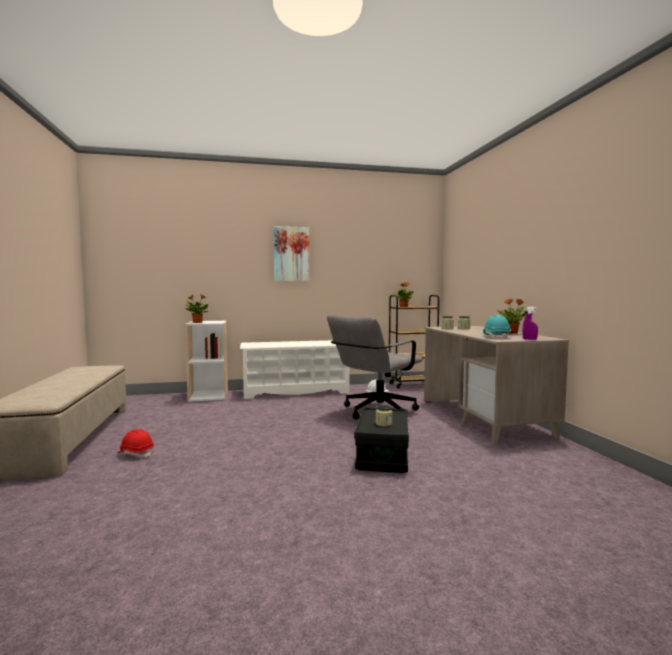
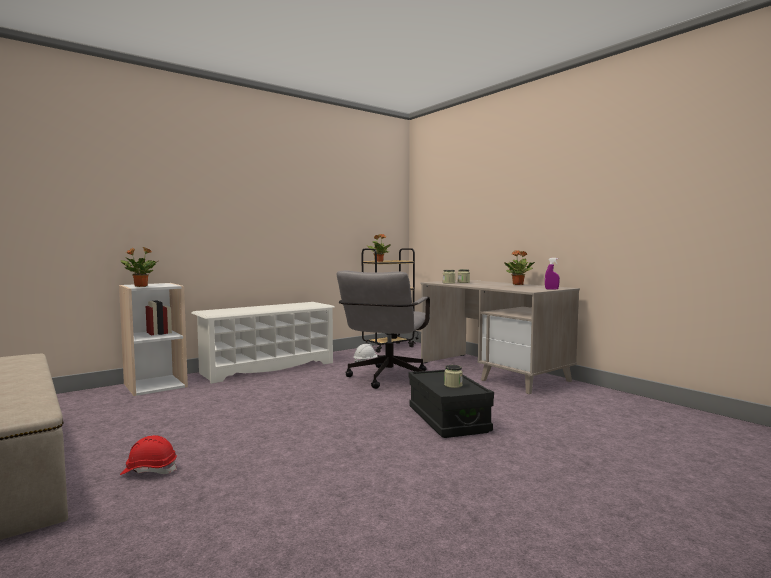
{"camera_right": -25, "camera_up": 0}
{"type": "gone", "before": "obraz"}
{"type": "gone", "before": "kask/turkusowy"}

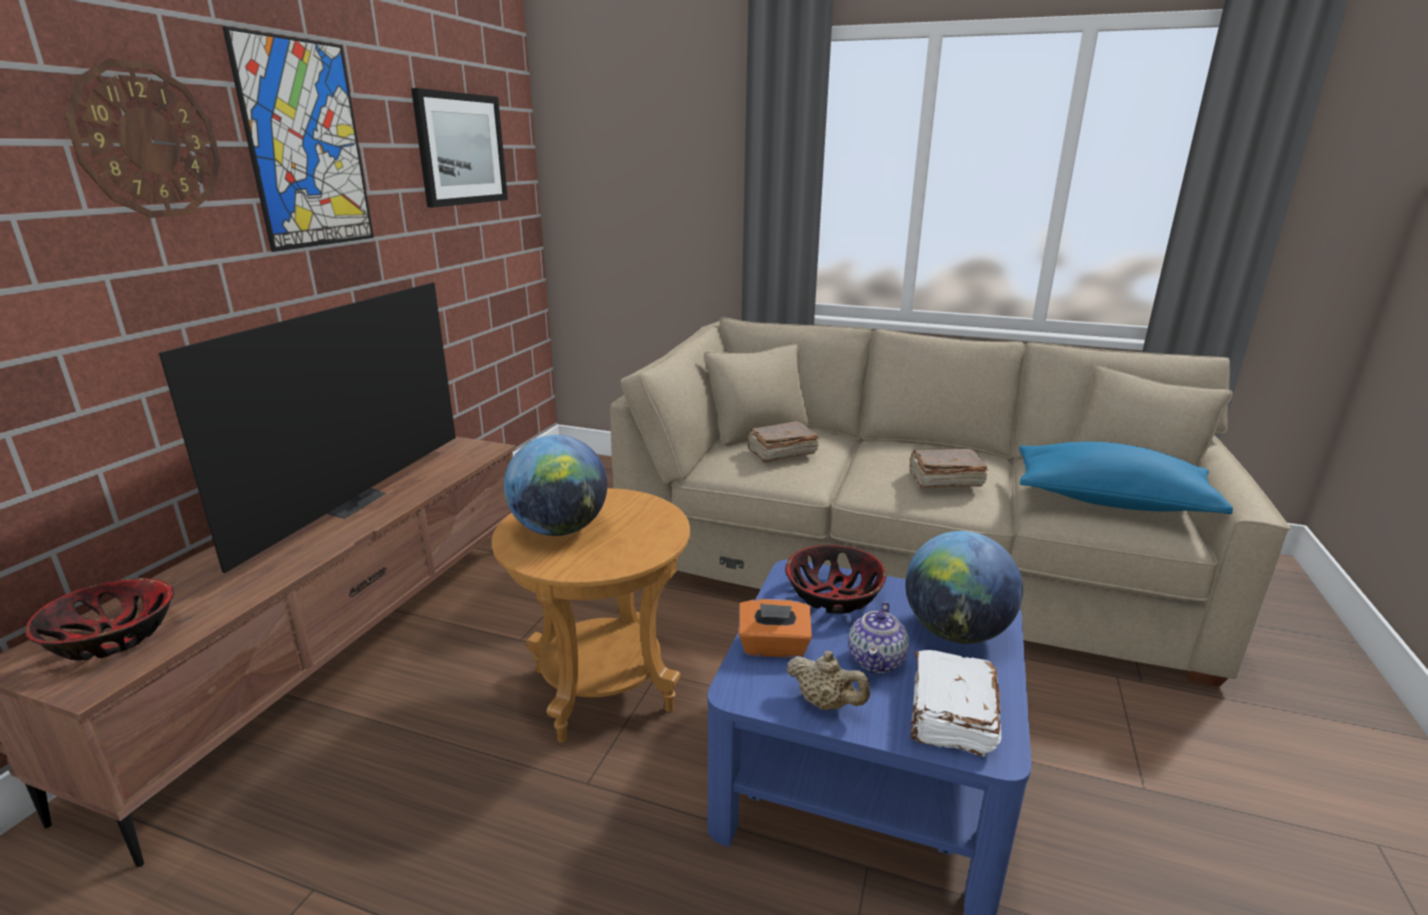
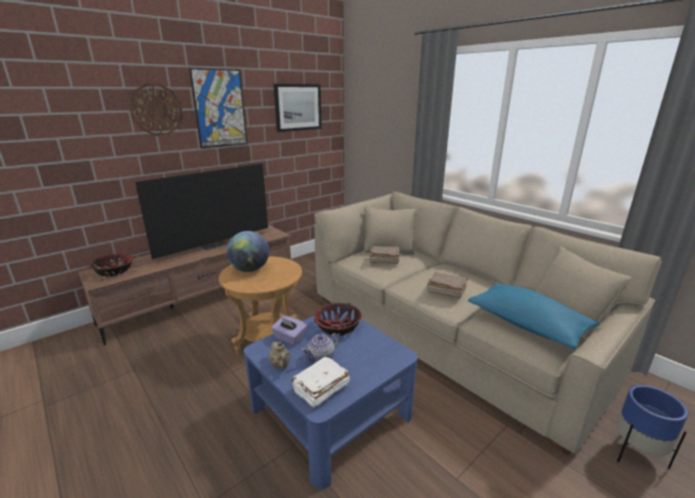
{"camera_right": 30, "camera_up": 0}
{"type": "gone", "before": "globus (no. 2 from left)"}
{"type": "repainted", "before": "pudełko chusteczek/pomarańczowy", "after": "pudełko chusteczek/fioletowy"}
{"type": "new", "after": "donica/niebieski"}

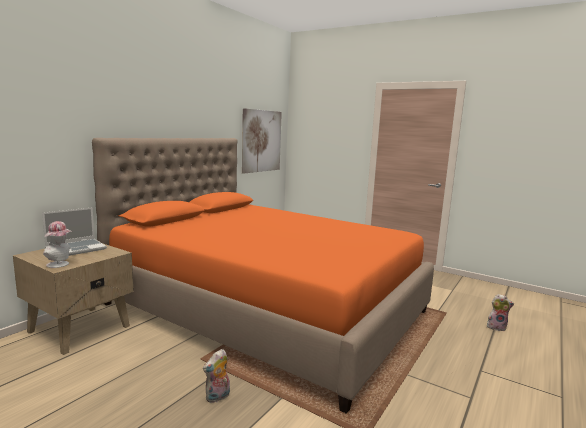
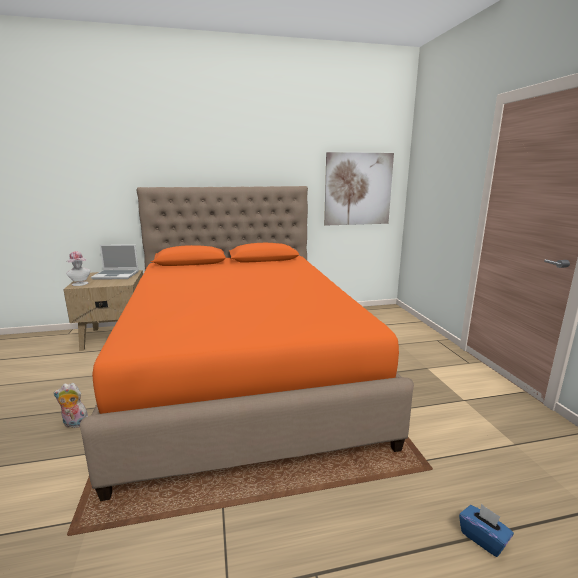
{"camera_right": 45, "camera_up": 5}
{"type": "swapped", "before": "pluszak (no. 2 from left)", "after": "pudełko chusteczek/niebieski"}

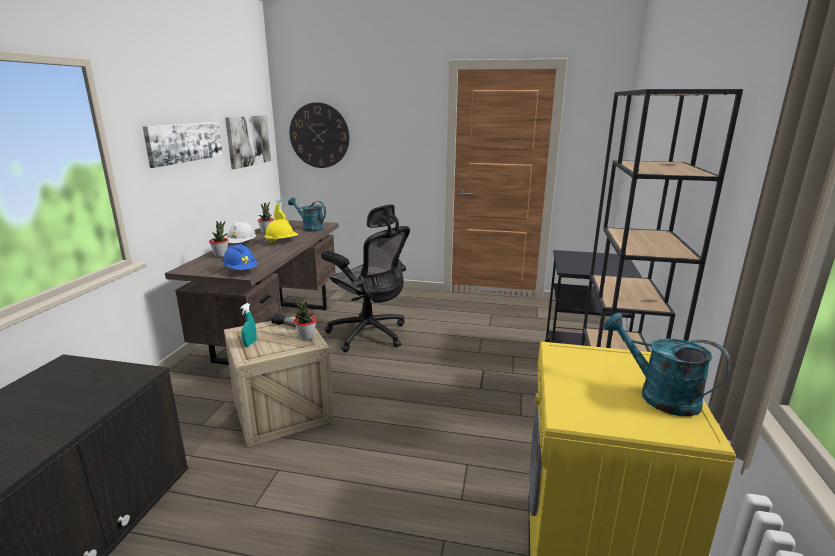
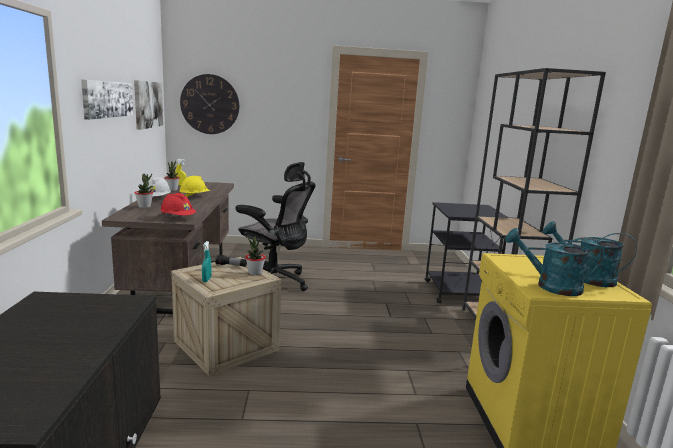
{"camera_right": -15, "camera_up": -5}
{"type": "shifted", "before": "konewka/turkusowy (no. 1 from left)"}
{"type": "repainted", "before": "kask/niebieski", "after": "kask/czerwony"}

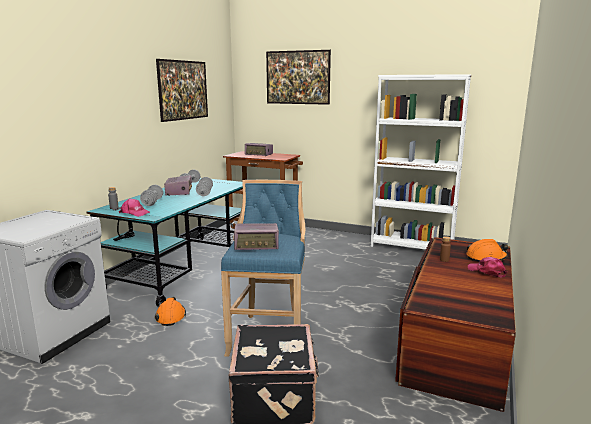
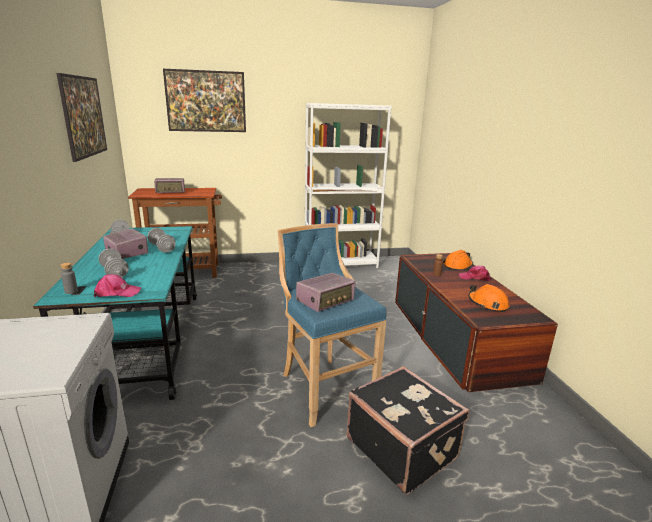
{"camera_right": -35, "camera_up": 5}
{"type": "shifted", "before": "kask/pomarańczowy (no. 1 from left in the first image)", "after": "kask/pomarańczowy (no. 2 from left)"}

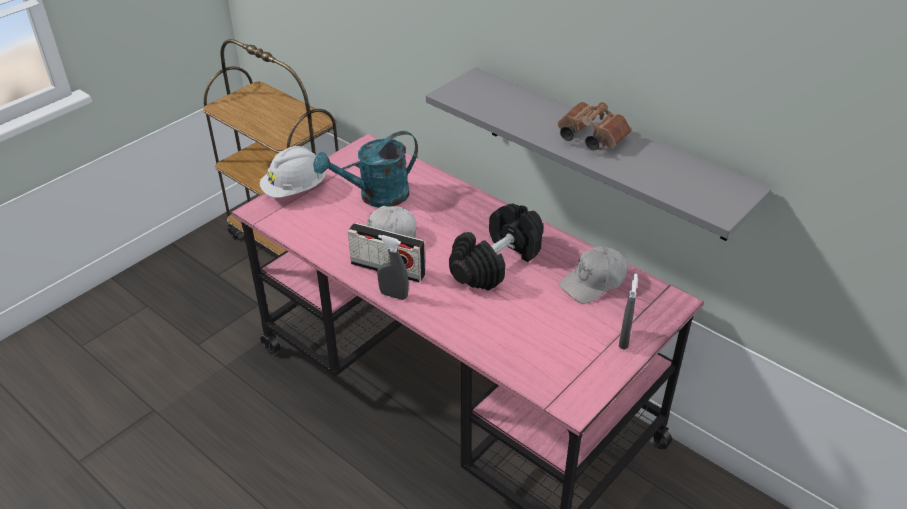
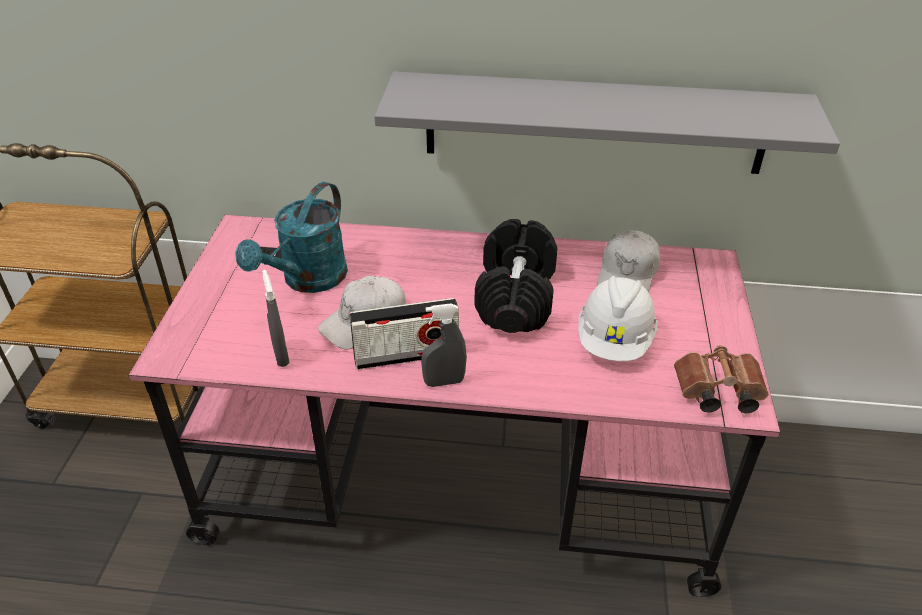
{"camera_right": -35, "camera_up": 0}
{"type": "shifted", "before": "lornetka/brązowy"}
{"type": "shifted", "before": "kask/biały"}
{"type": "shifted", "before": "spryskiwacz/szary (no. 2 from left in the first image)", "after": "spryskiwacz/szary (no. 1 from left)"}

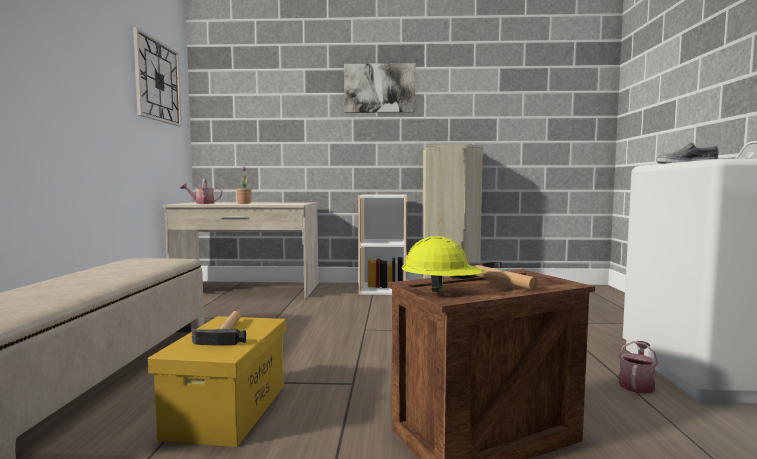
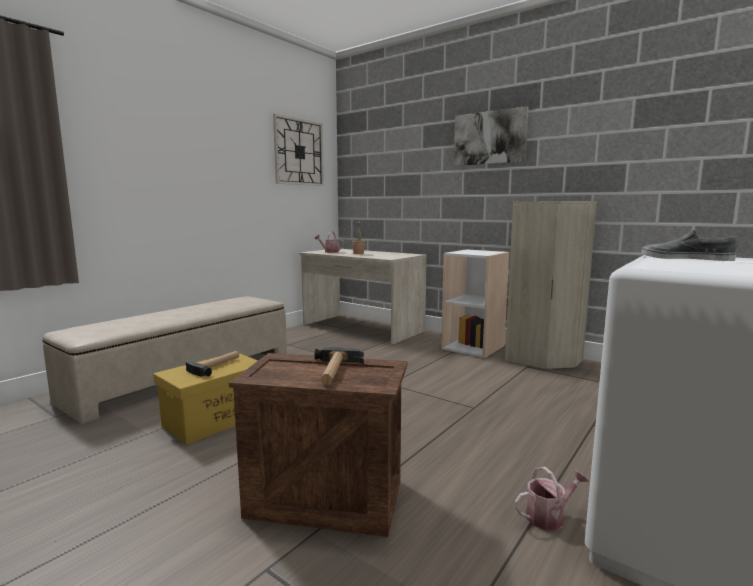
{"camera_right": 35, "camera_up": 5}
{"type": "gone", "before": "kask/żółty"}

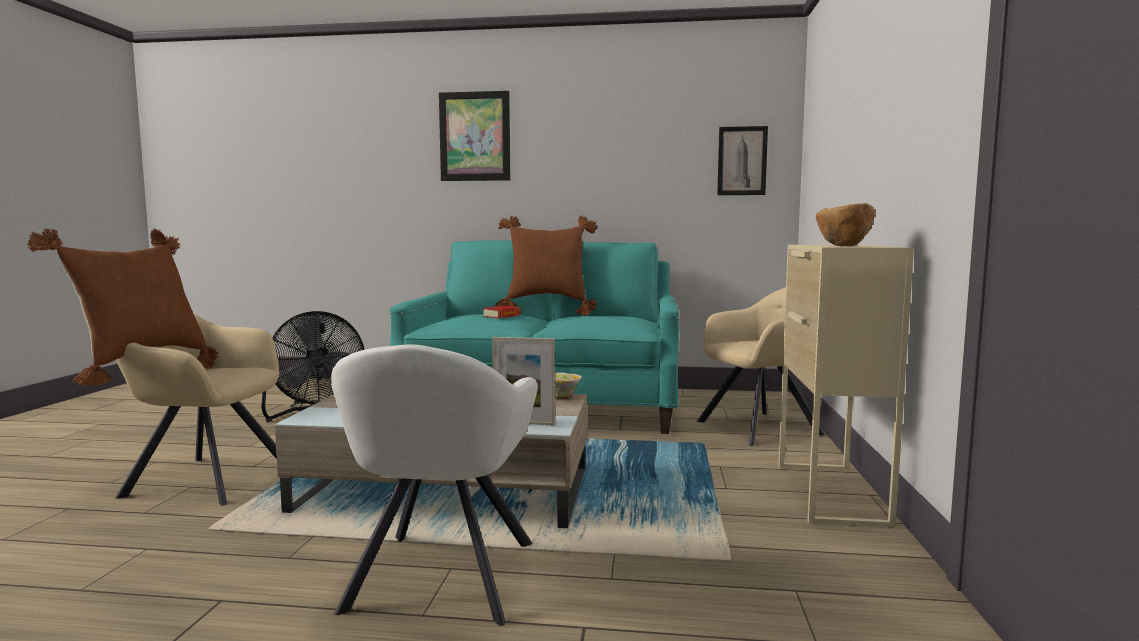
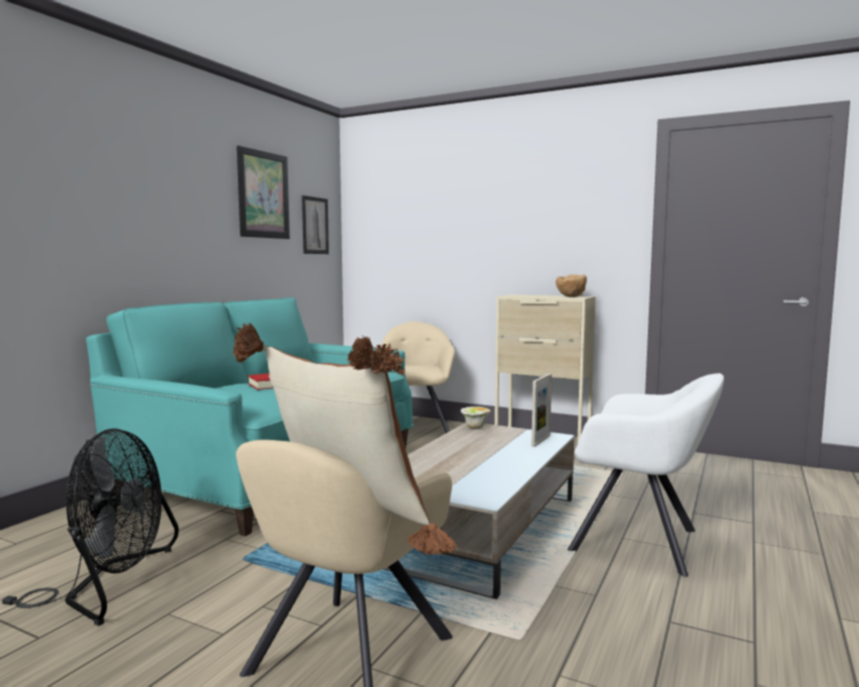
{"camera_right": -70, "camera_up": 0}
{"type": "shifted", "before": "obraz (no. 1 from left)"}
{"type": "gone", "before": "poduszka/brązowy (no. 2 from left)"}

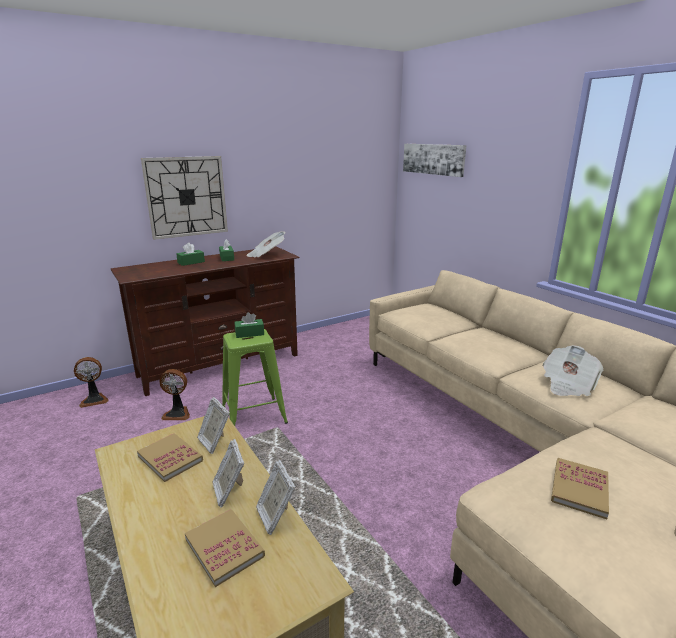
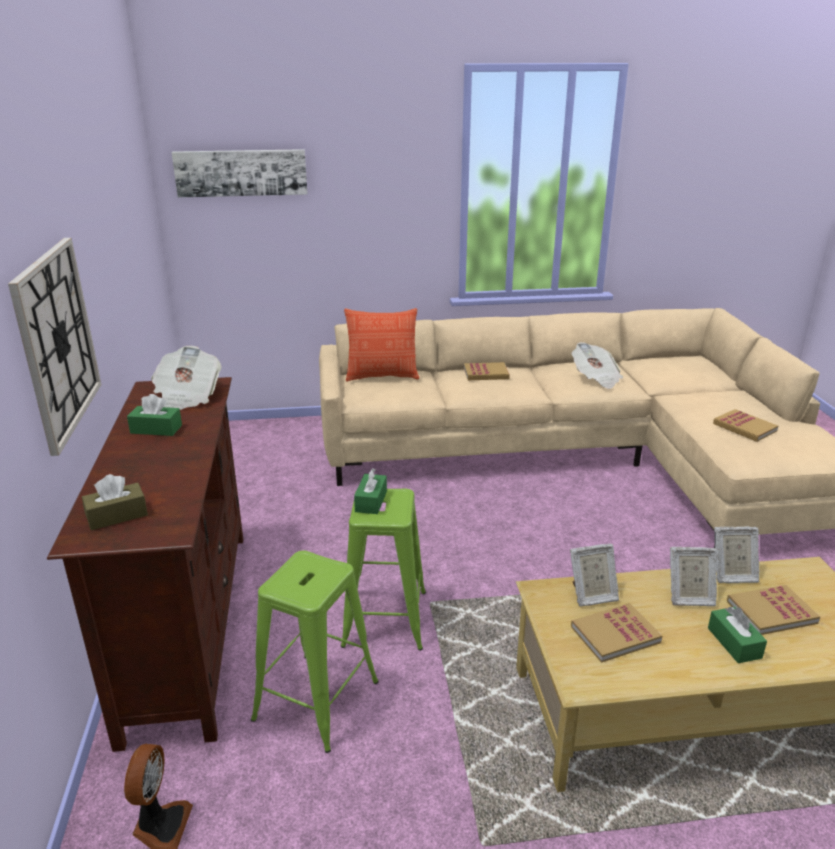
{"camera_right": -65, "camera_up": 5}
{"type": "shifted", "before": "pudełko chusteczek/zielony (no. 1 from left in the first image)", "after": "pudełko chusteczek/zielony (no. 3 from left)"}
{"type": "swapped", "before": "wentylator (no. 2 from left)", "after": "stołek/zielony (no. 1 from left)"}
{"type": "new", "after": "poduszka/pomarańczowy"}
{"type": "new", "after": "książka (no. 1 from left)"}
{"type": "new", "after": "pudełko chusteczek/brązowy"}

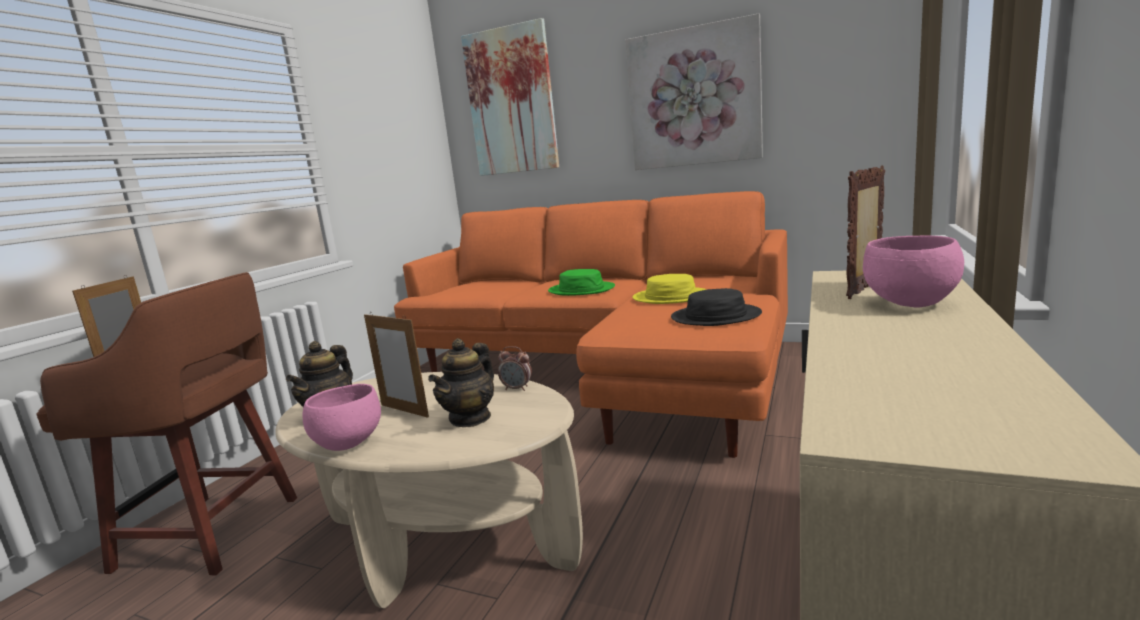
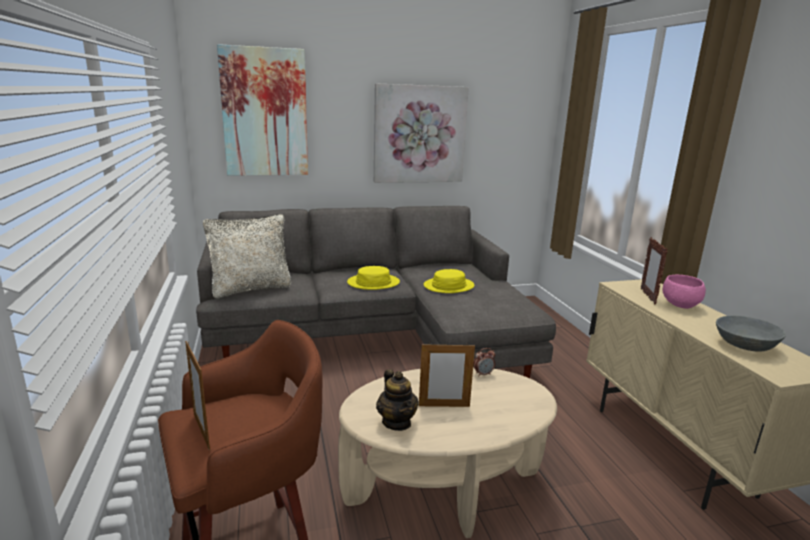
{"camera_right": -40, "camera_up": 5}
{"type": "repainted", "before": "kanapa/pomarańczowy", "after": "kanapa/szary"}
{"type": "repainted", "before": "kapelusz/zielony", "after": "kapelusz/żółty (no. 1 from left)"}
{"type": "gone", "before": "kapelusz/czarny"}
{"type": "gone", "before": "imbryk (no. 2 from left)"}
{"type": "gone", "before": "miska/różowy (no. 1 from left)"}
{"type": "new", "after": "poduszka/beżowy"}
{"type": "new", "after": "miska/szary"}

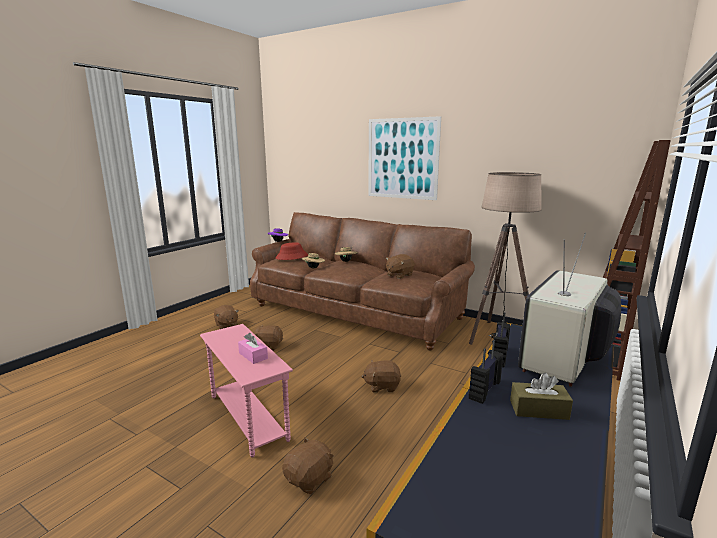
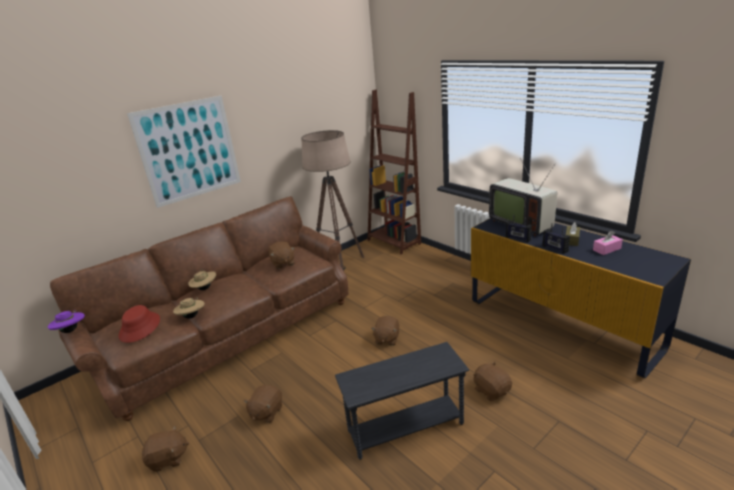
{"camera_right": -70, "camera_up": 10}
{"type": "repainted", "before": "stolik/różowy", "after": "stolik/szary"}
{"type": "shifted", "before": "pudełko chusteczek/różowy"}

